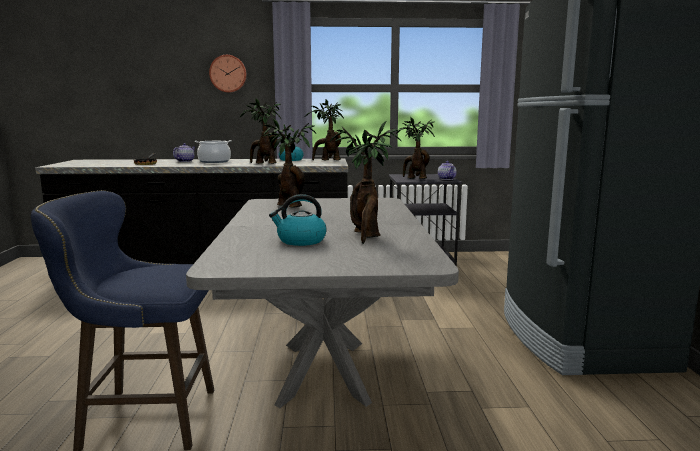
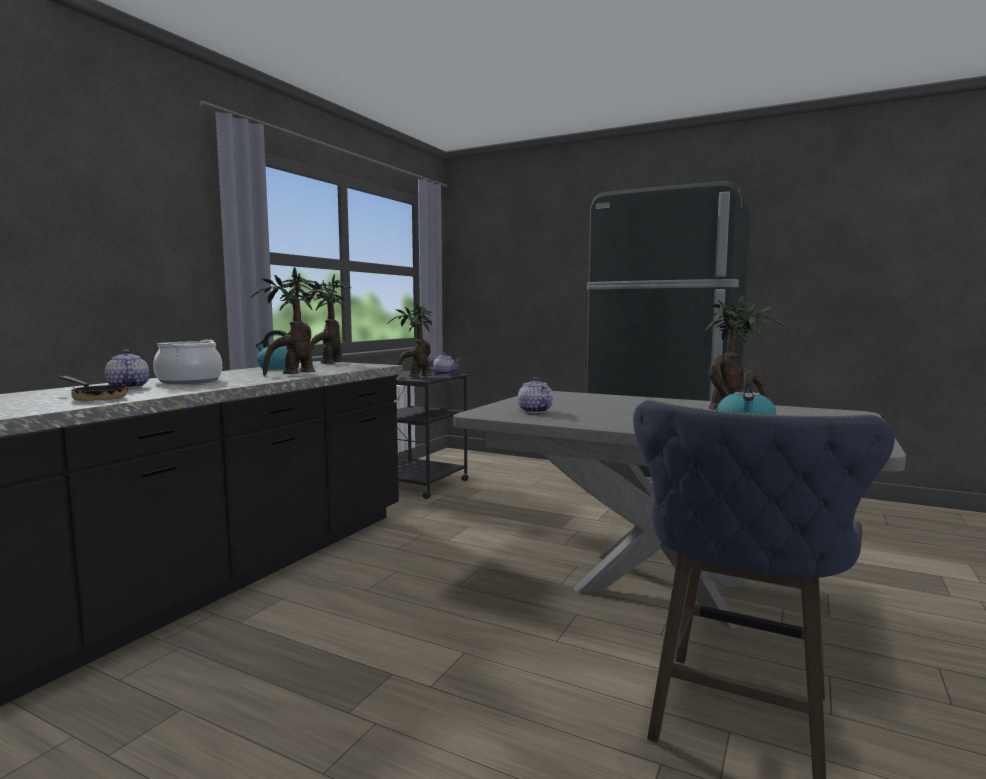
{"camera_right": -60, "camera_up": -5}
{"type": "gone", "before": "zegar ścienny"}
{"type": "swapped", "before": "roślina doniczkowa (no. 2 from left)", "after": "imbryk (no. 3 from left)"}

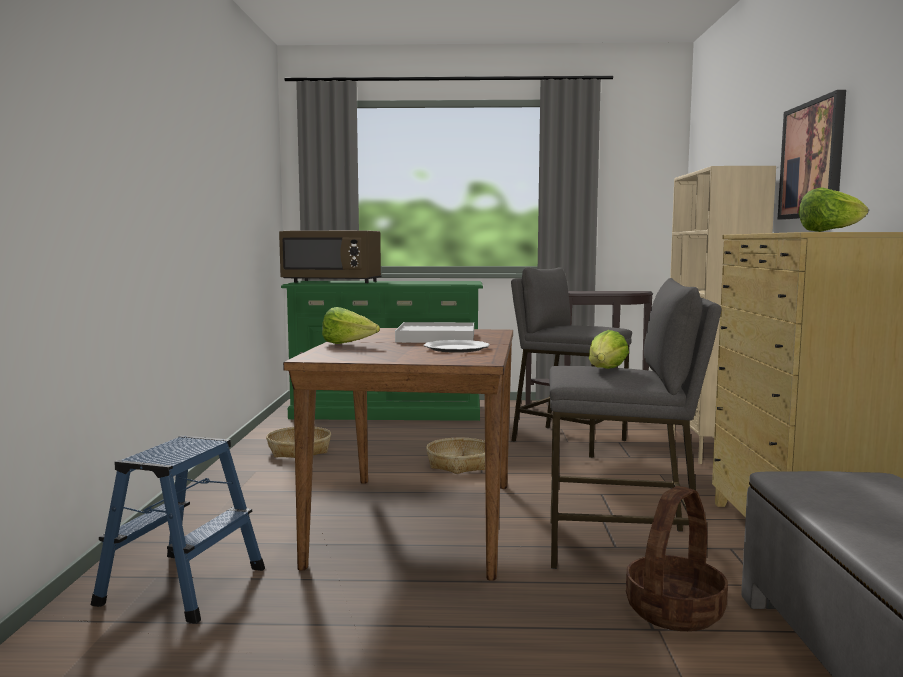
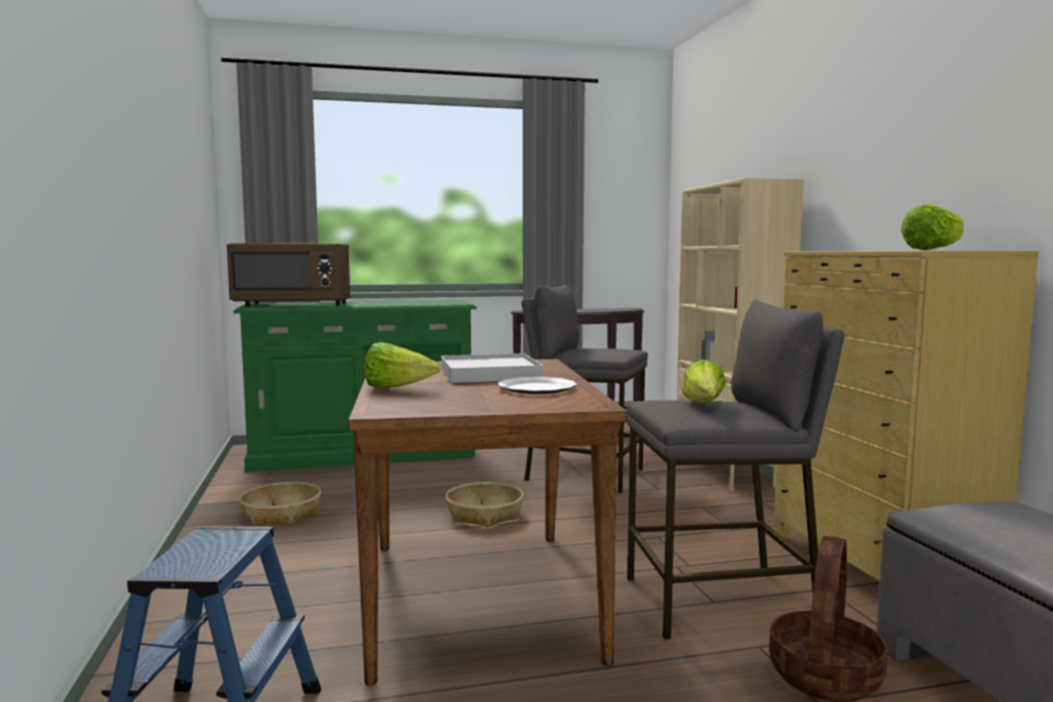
{"camera_right": -15, "camera_up": 0}
{"type": "gone", "before": "obraz"}

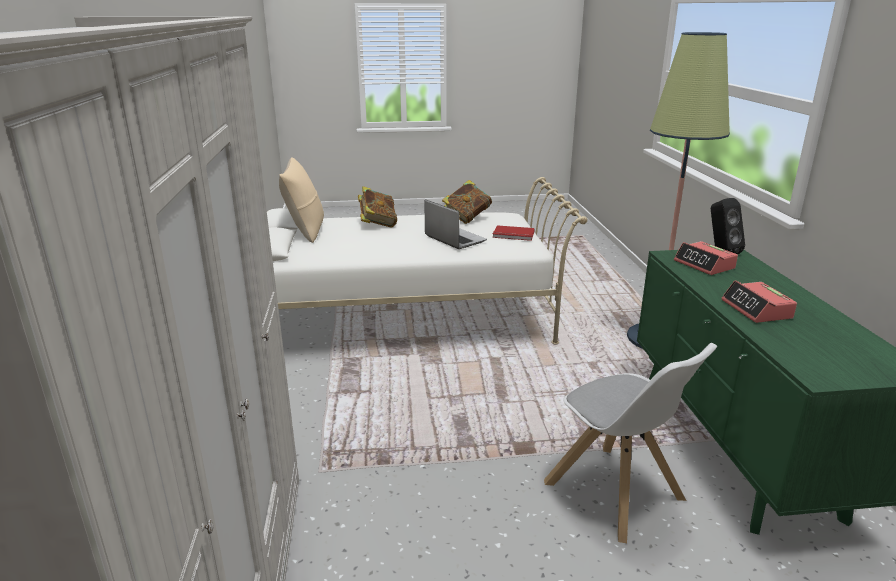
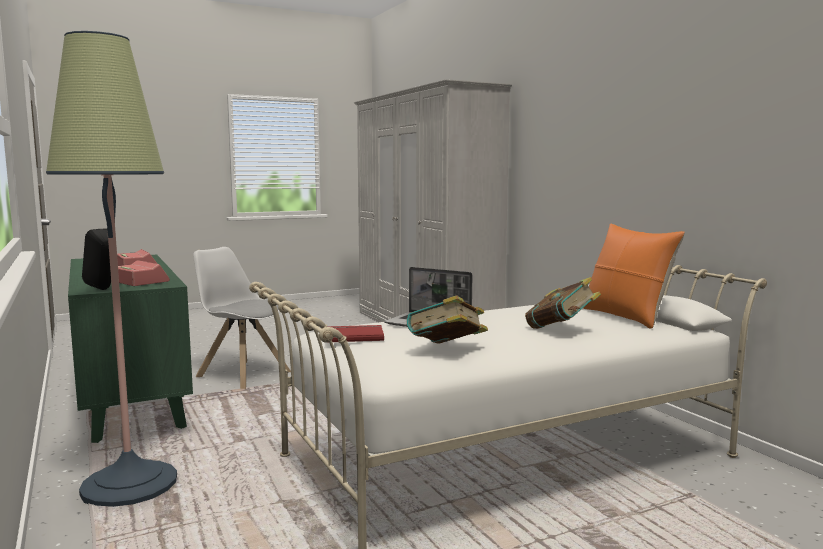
{"camera_right": 160, "camera_up": -15}
{"type": "repainted", "before": "poduszka/beżowy", "after": "poduszka/pomarańczowy"}

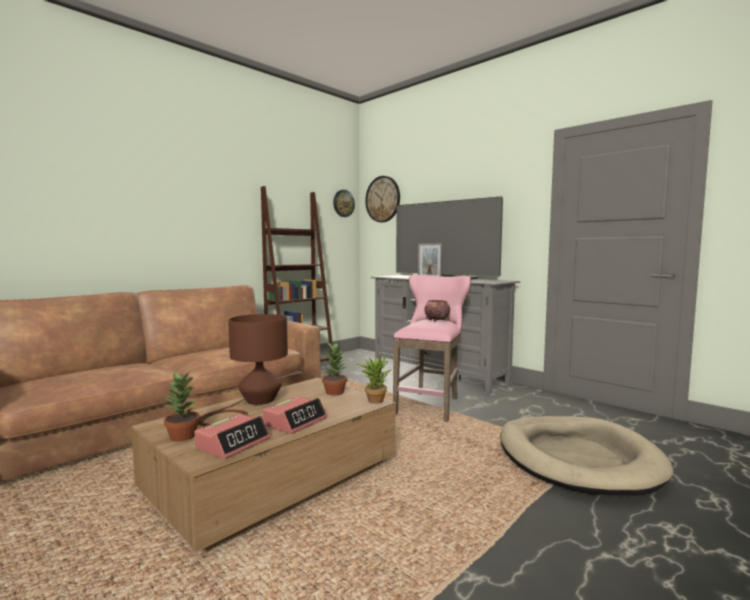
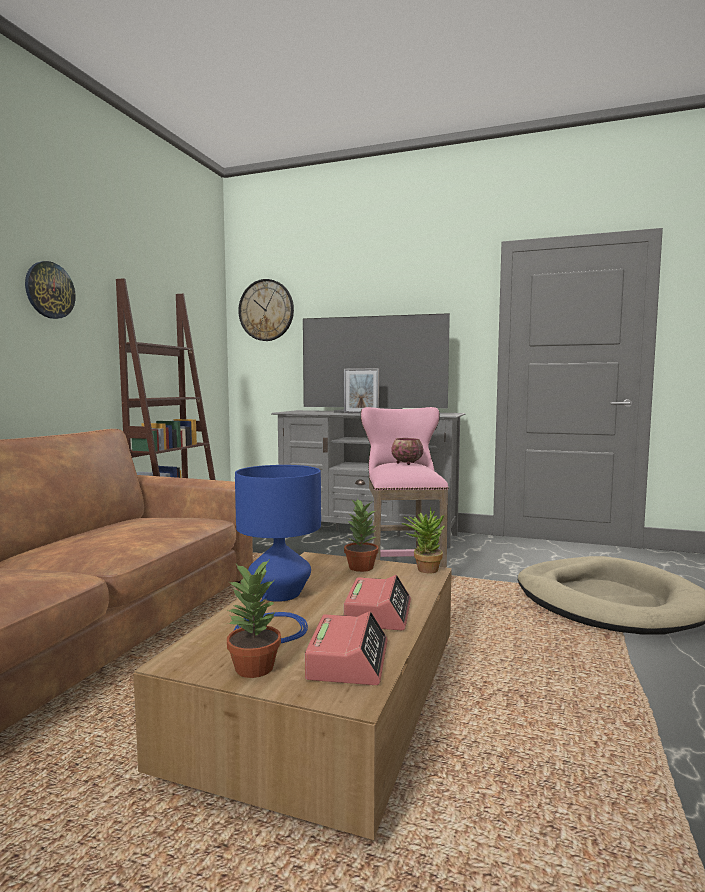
{"camera_right": -25, "camera_up": 0}
{"type": "shifted", "before": "zegar ścienny (no. 1 from left)"}
{"type": "repainted", "before": "lampa stołowa/brązowy", "after": "lampa stołowa/niebieski"}

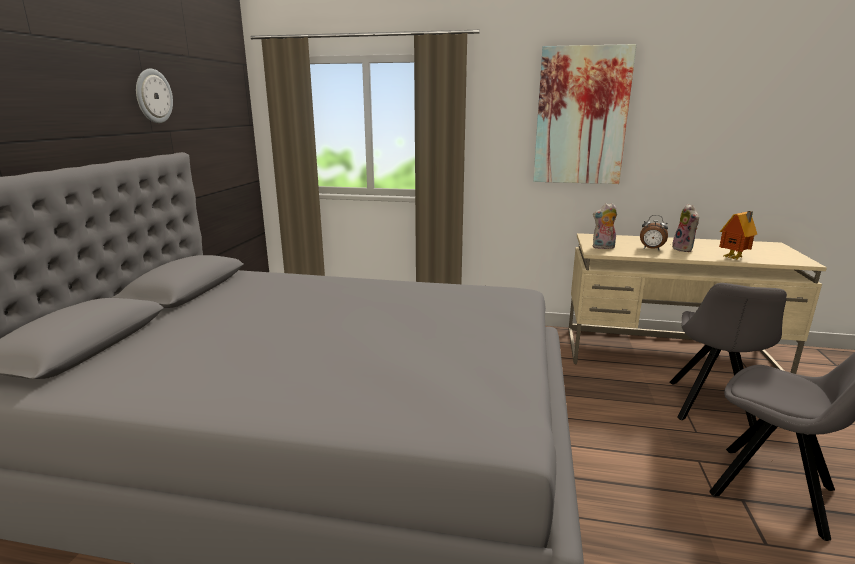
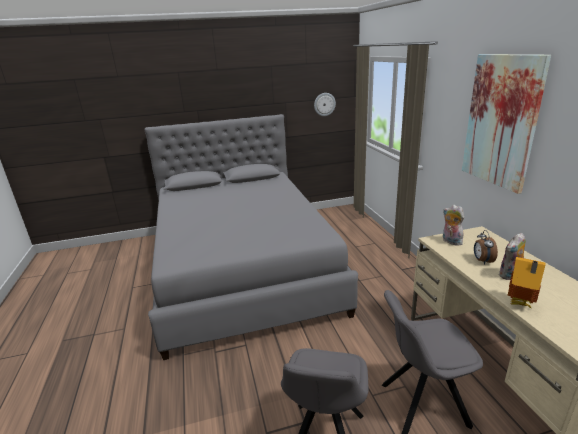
{"camera_right": 65, "camera_up": 5}
{"type": "shifted", "before": "zegar ścienny"}

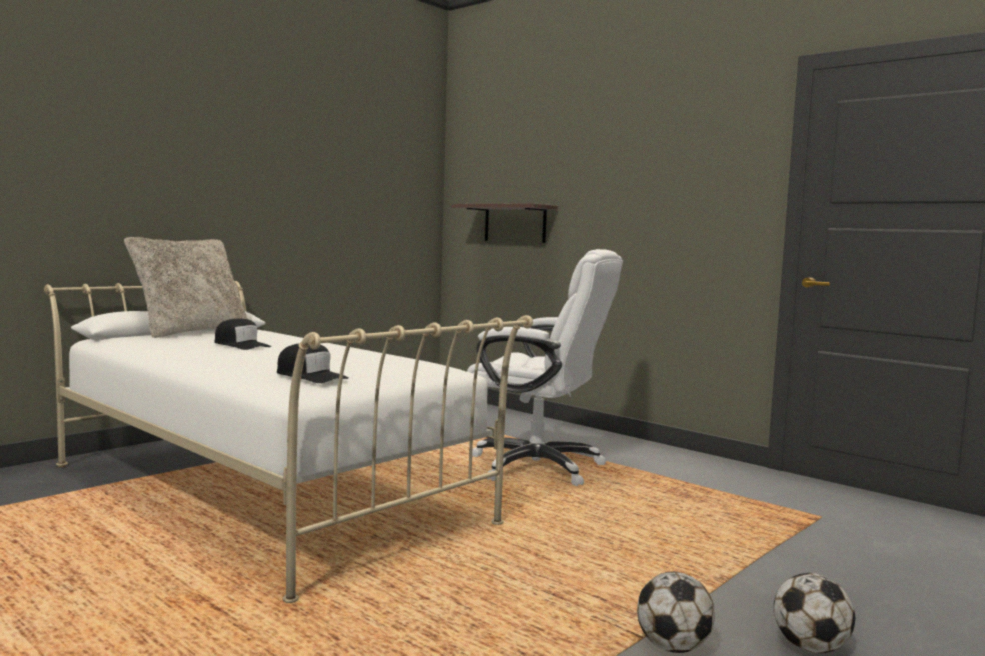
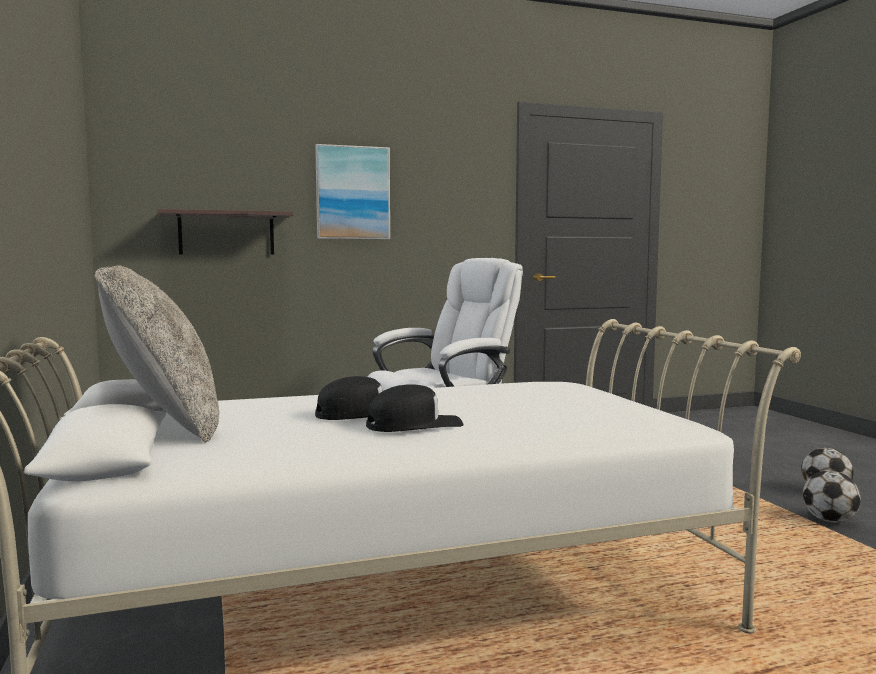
{"camera_right": -60, "camera_up": 0}
{"type": "shifted", "before": "czapka z daszkiem/czarny (no. 2 from left)"}
{"type": "new", "after": "obraz"}

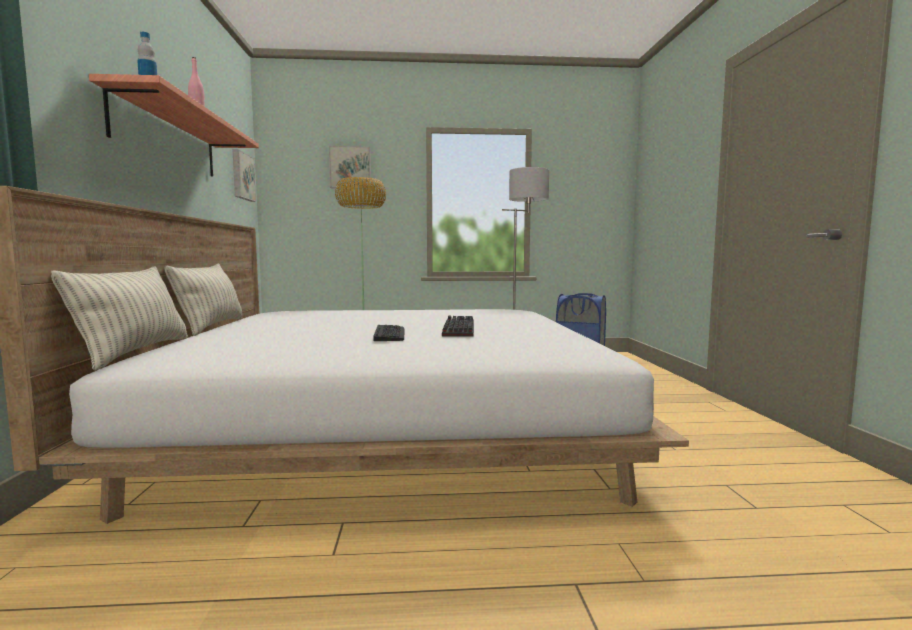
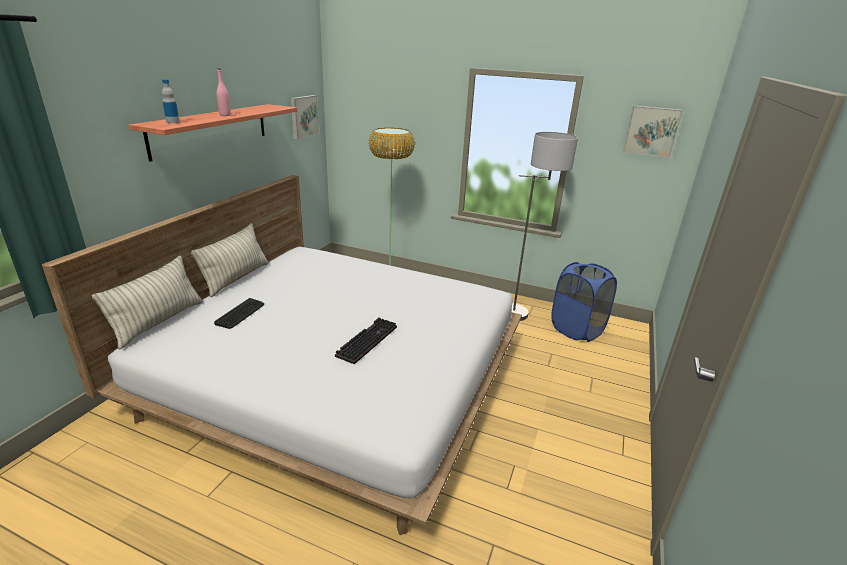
{"camera_right": 25, "camera_up": 20}
{"type": "shifted", "before": "obraz (no. 2 from left)"}
{"type": "shifted", "before": "klawiatura (no. 1 from left)"}

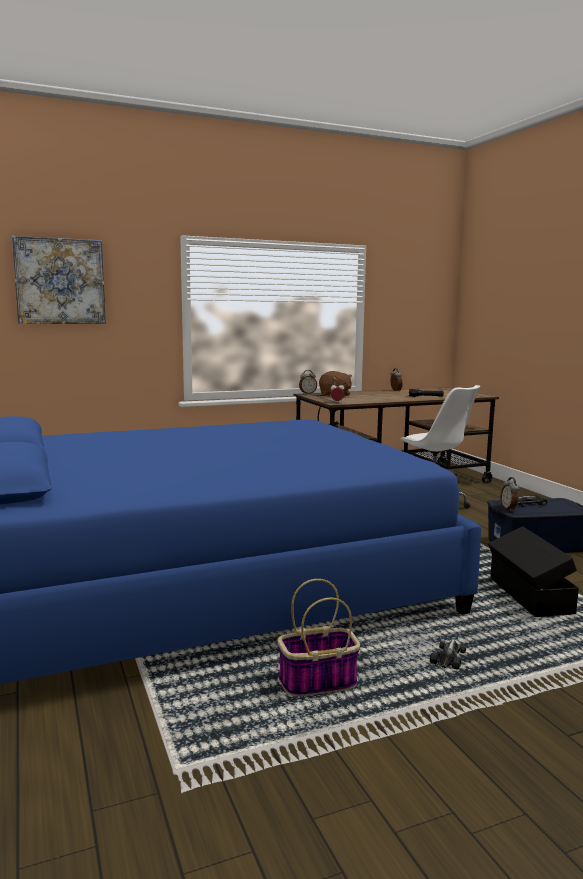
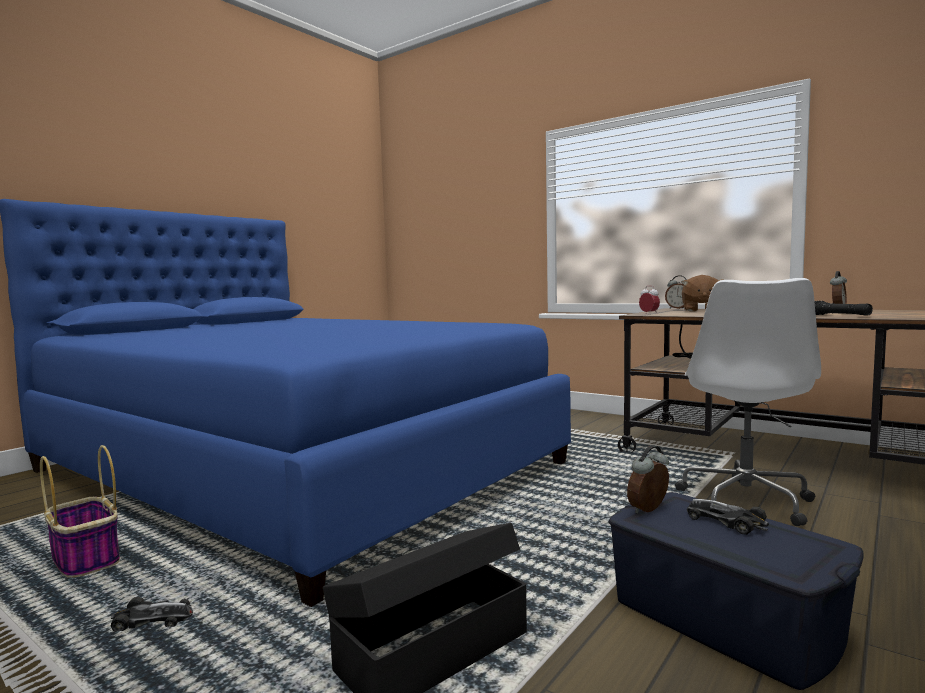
{"camera_right": 60, "camera_up": -5}
{"type": "gone", "before": "obraz"}

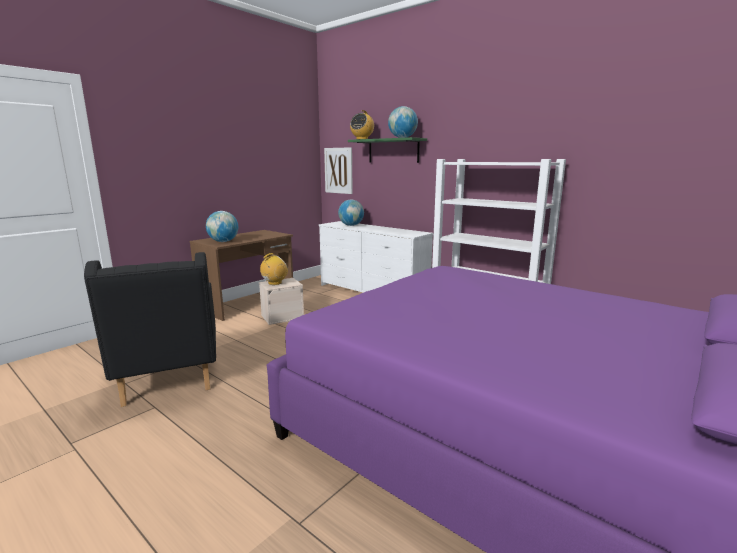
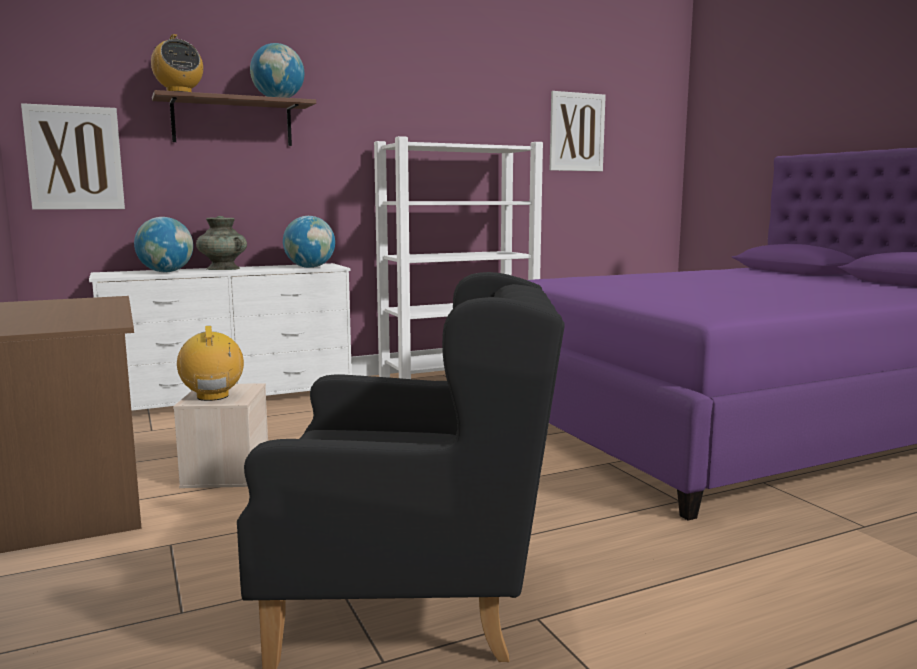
{"camera_right": -65, "camera_up": -5}
{"type": "repainted", "before": "półka/zielony", "after": "półka/brązowy"}
{"type": "shifted", "before": "globus (no. 1 from left in the first image)", "after": "globus (no. 3 from left)"}
{"type": "new", "after": "obraz (no. 2 from left)"}
{"type": "new", "after": "wazon/turkusowy"}

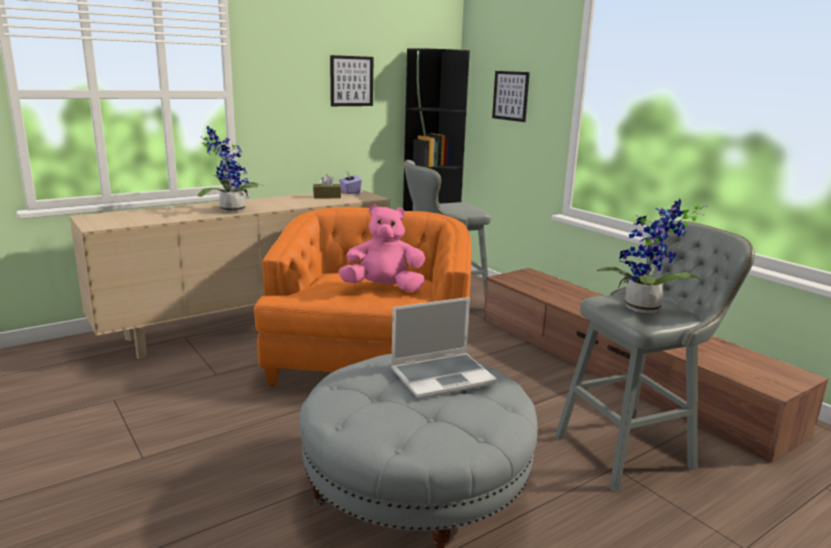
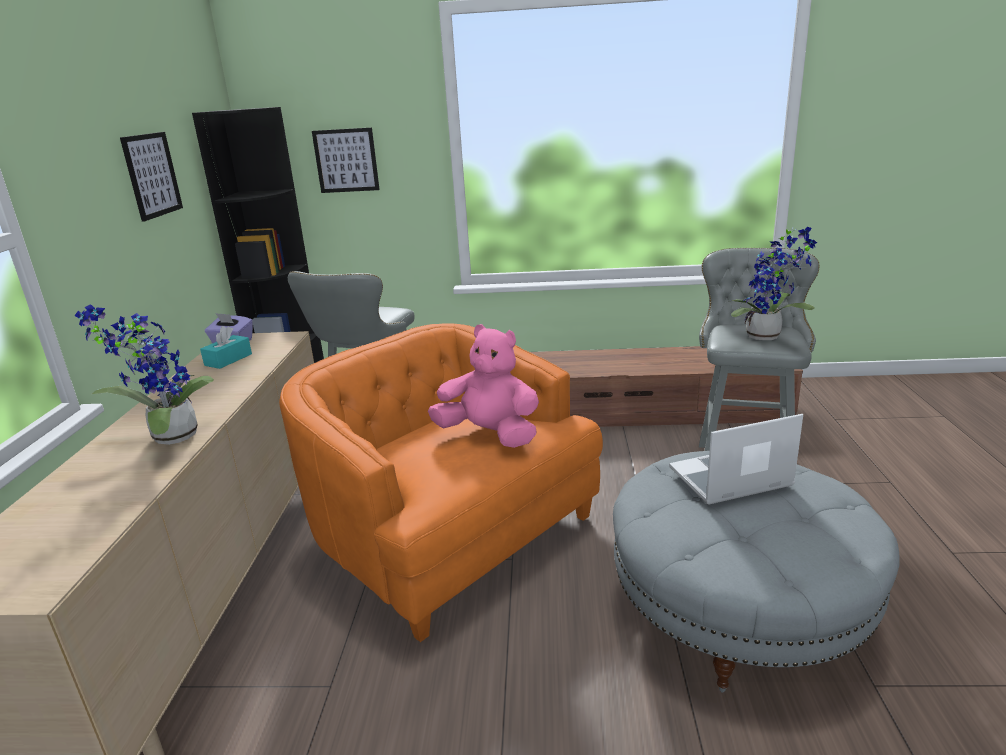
{"camera_right": -50, "camera_up": 5}
{"type": "repainted", "before": "pudełko chusteczek/brązowy", "after": "pudełko chusteczek/turkusowy"}
{"type": "rotated", "before": "pluszak/różowy", "turn": 75}
{"type": "rotated", "before": "laptop", "turn": -120}

